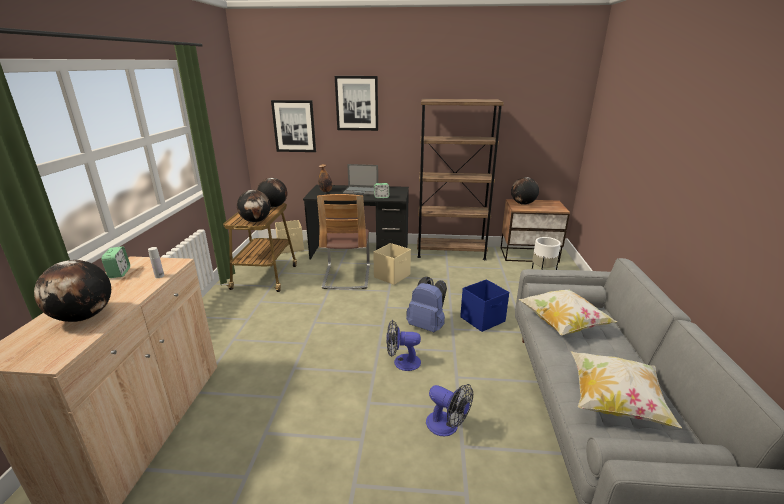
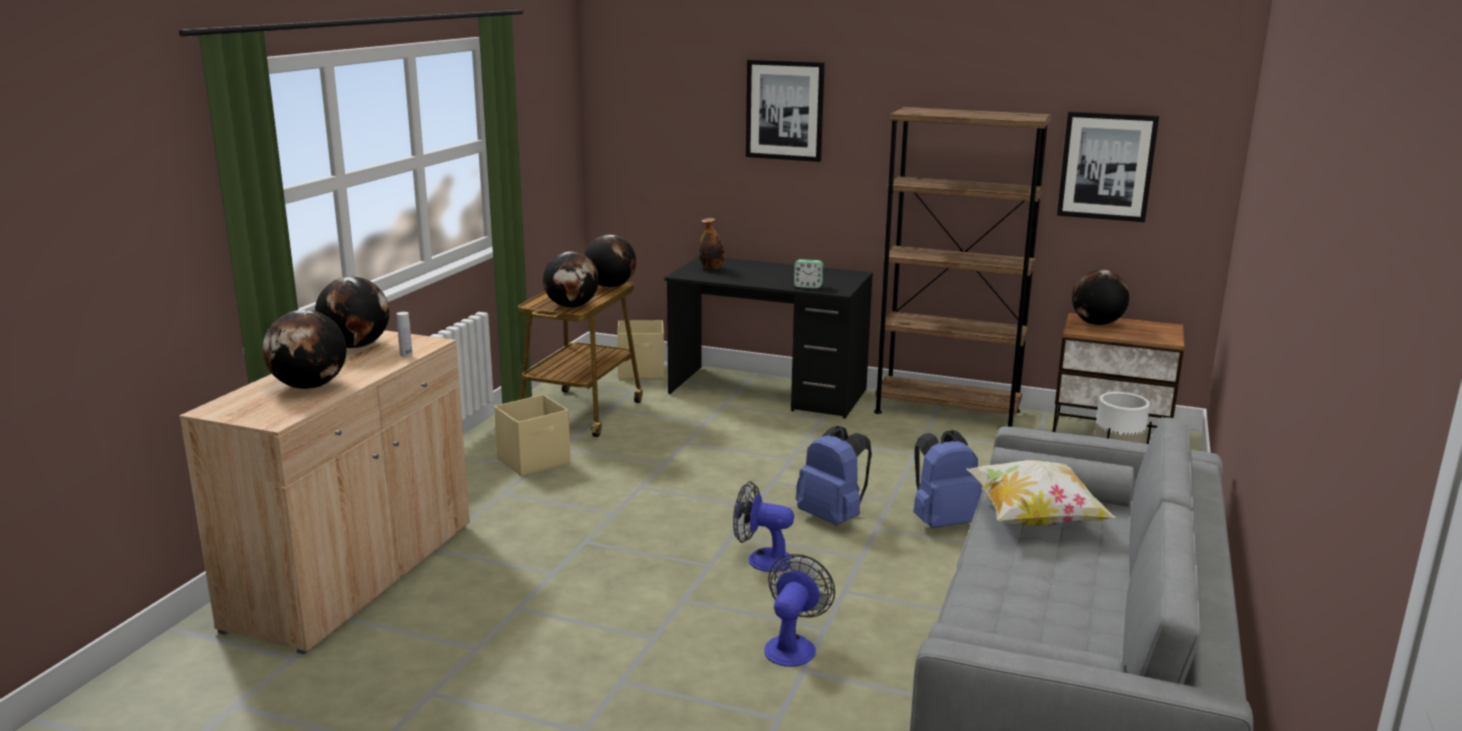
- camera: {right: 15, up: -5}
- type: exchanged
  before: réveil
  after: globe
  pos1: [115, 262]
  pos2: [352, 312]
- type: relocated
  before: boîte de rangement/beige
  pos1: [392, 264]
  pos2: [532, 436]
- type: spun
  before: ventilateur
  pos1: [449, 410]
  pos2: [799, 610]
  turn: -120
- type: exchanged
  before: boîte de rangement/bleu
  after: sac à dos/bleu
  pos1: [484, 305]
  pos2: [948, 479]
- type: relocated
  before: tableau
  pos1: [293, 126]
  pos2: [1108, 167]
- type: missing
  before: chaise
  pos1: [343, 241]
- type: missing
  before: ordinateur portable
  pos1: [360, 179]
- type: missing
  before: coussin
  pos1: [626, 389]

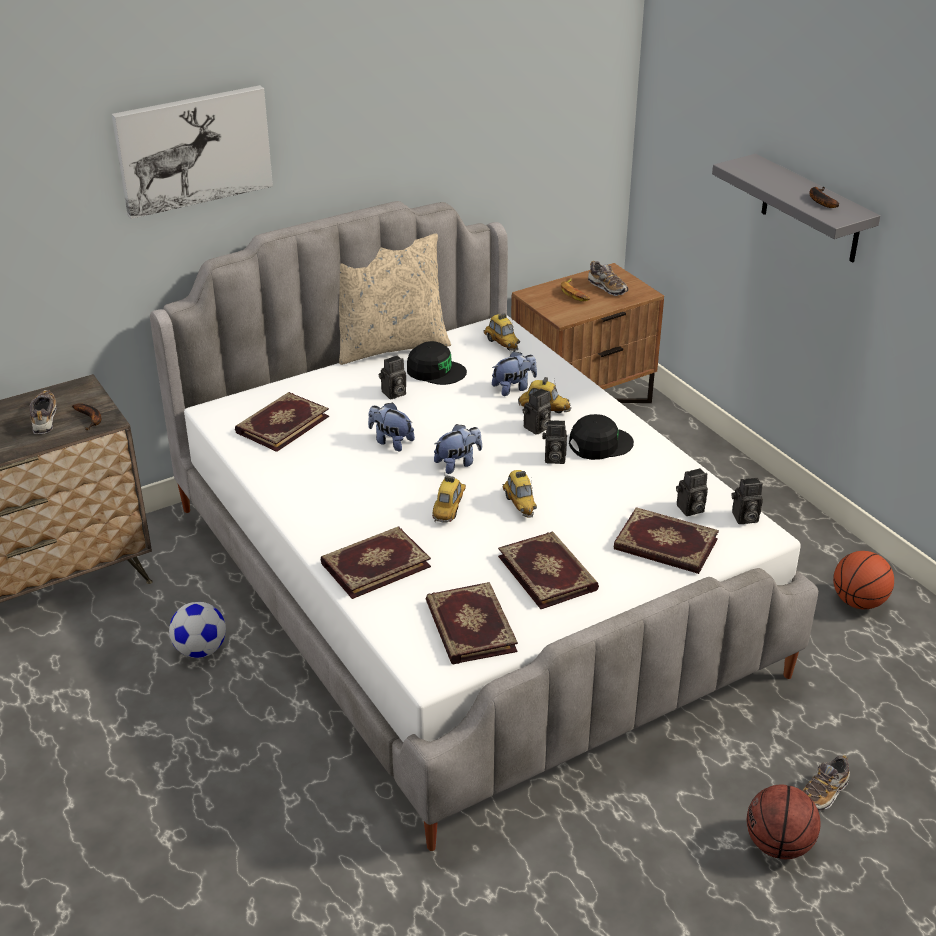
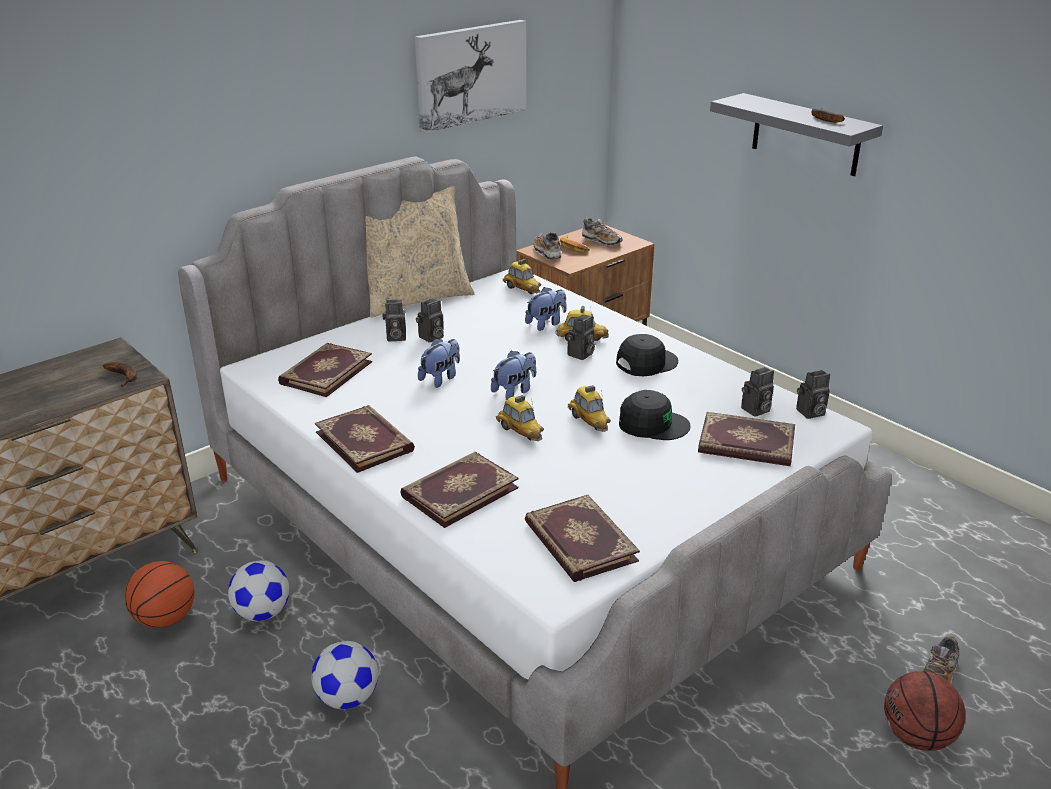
- camera: {right: -10, up: -5}
- type: relocated
  before: ballon de basket
  pos1: [863, 580]
  pos2: [160, 594]
- type: appeared
  after: ballon de foot
  pos2: [344, 675]
- type: relocated
  before: livre
  pos1: [548, 570]
  pos2: [365, 439]
- type: relocated
  before: appareil photo
  pos1: [554, 442]
  pos2: [394, 320]
- type: relocated
  before: tableau
  pos1: [192, 152]
  pos2: [470, 76]
- type: spun
  before: peluche
  pos1: [391, 427]
  pos2: [439, 363]
  turn: 105
- type: spun
  before: petite voiture
  pos1: [449, 499]
  pos2: [520, 418]
  turn: 135
- type: relocated
  before: chaussure
  pos1: [43, 412]
  pos2: [547, 246]
- type: relocated
  before: casquette/noir
  pos1: [437, 363]
  pos2: [655, 415]

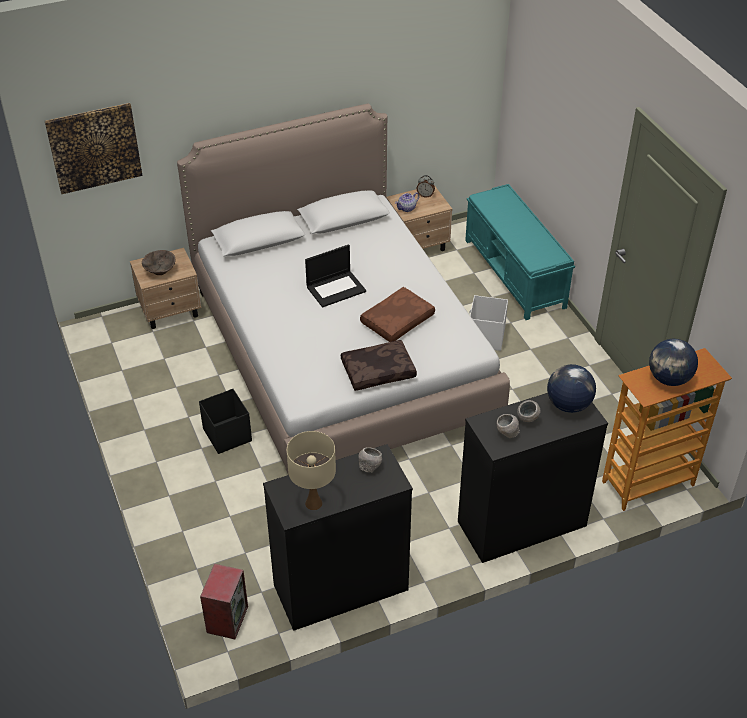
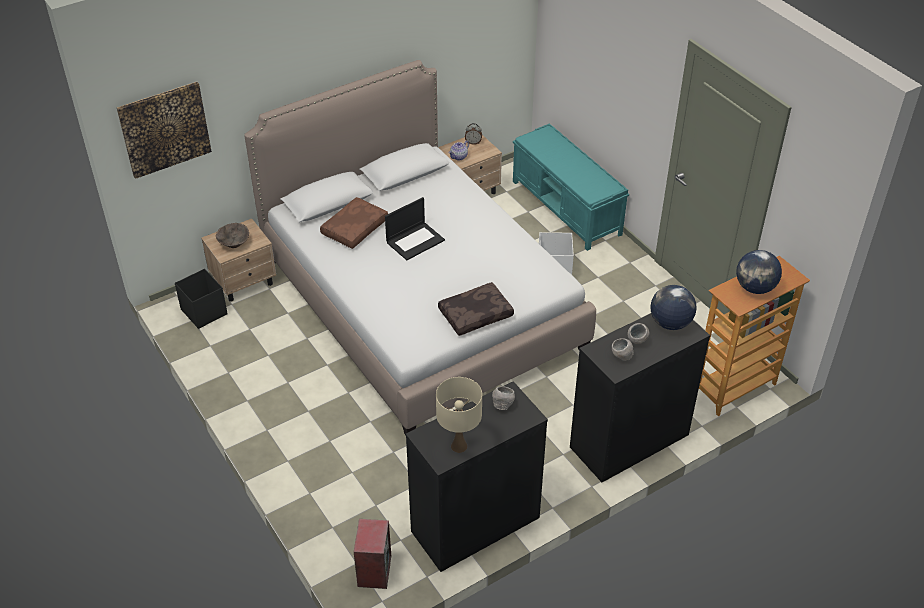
- camera: {right: -10, up: 0}
- type: relocated
  before: boîte de rangement/noir
  pos1: [225, 421]
  pos2: [201, 299]
- type: relocated
  before: coussin/marron
  pos1: [397, 314]
  pos2: [354, 223]

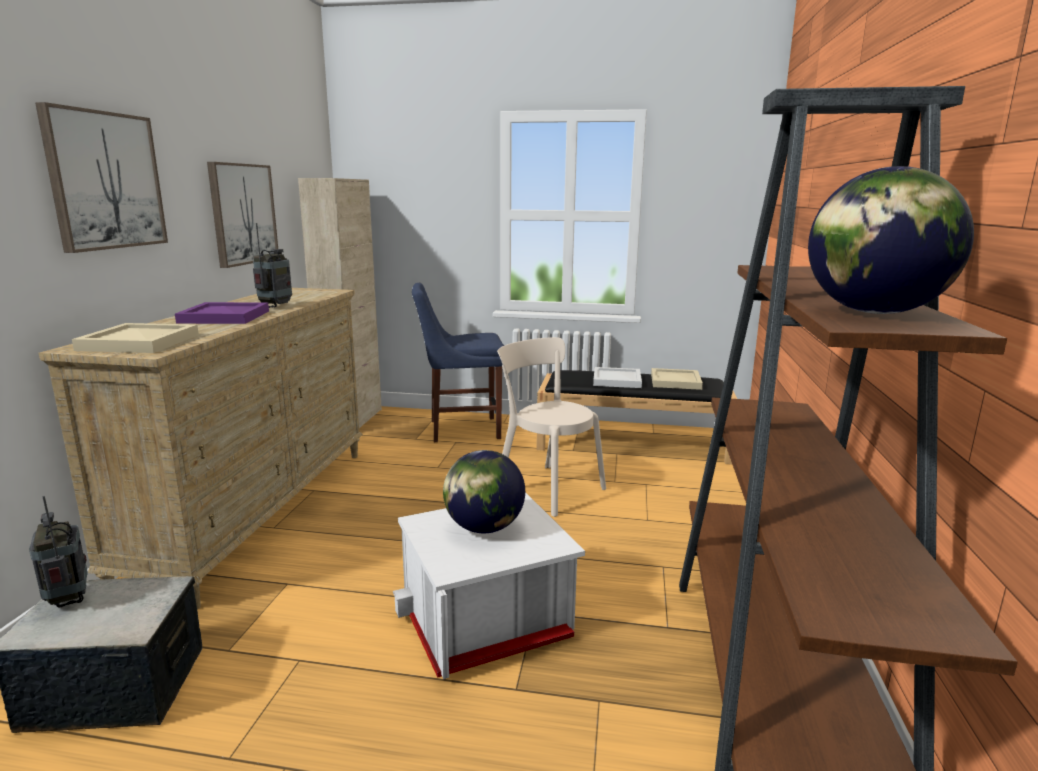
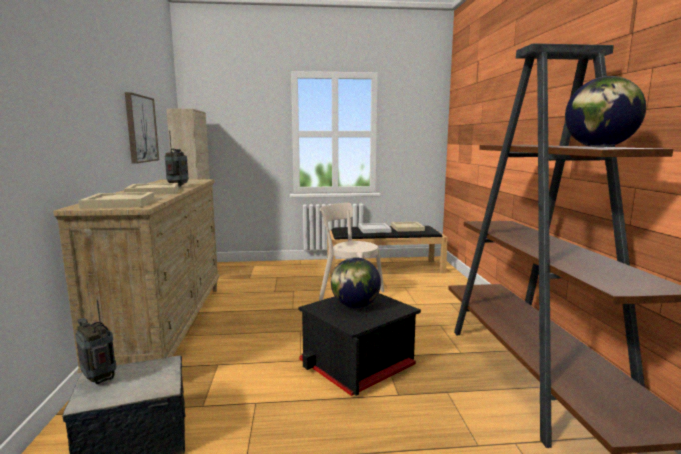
- camera: {right: -15, up: -5}
- type: colour
  before: plateau/violet
  after: plateau/beige
  pos1: [222, 313]
  pos2: [151, 189]
- type: colour
  before: boîte de rangement/blanc
  after: boîte de rangement/noir
  pos1: [489, 586]
  pos2: [360, 344]
- type: missing
  before: tableau
  pos1: [101, 177]
- type: missing
  before: chaise/bleu
  pos1: [458, 362]

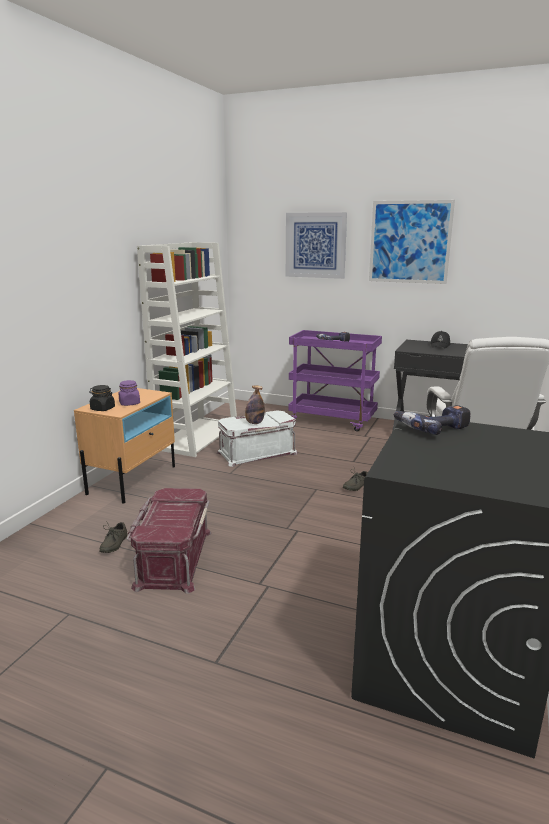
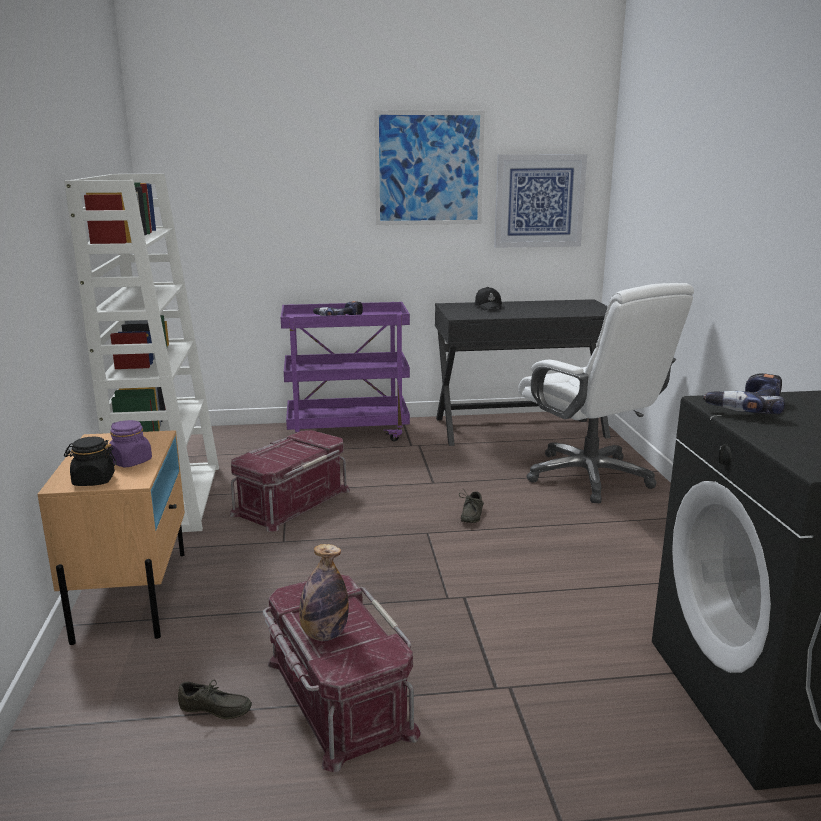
- camera: {right: -30, up: 0}
- type: spun
  before: chaussure/gris
  pos1: [113, 537]
  pos2: [215, 699]
  turn: -60
- type: colour
  before: boîte de rangement/blanc
  after: boîte de rangement/rouge
  pos1: [257, 438]
  pos2: [290, 481]
- type: relocated
  before: bouteille
  pos1: [255, 404]
  pos2: [324, 592]
- type: relocated
  before: tableau
  pos1: [316, 245]
  pos2: [540, 201]

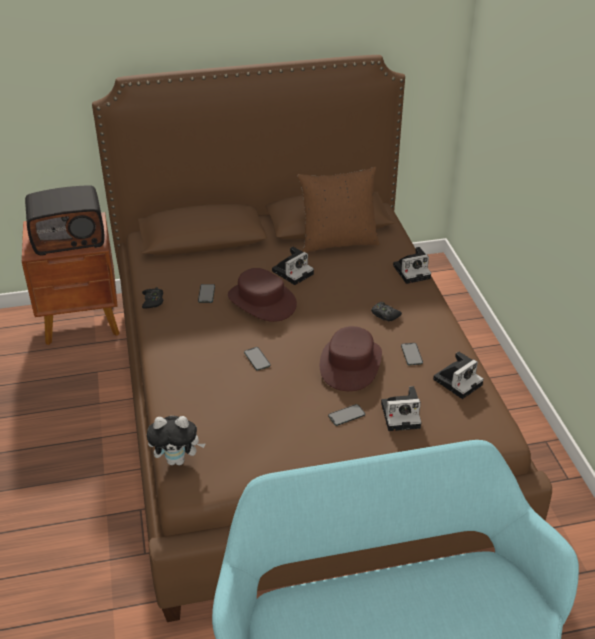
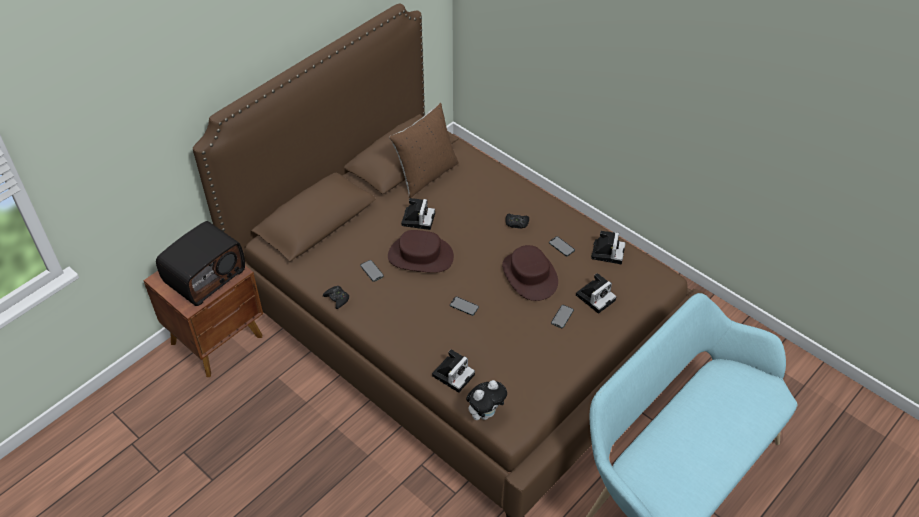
- camera: {right: -35, up: 10}
- type: relocated
  before: appareil photo
  pos1: [412, 265]
  pos2: [453, 371]

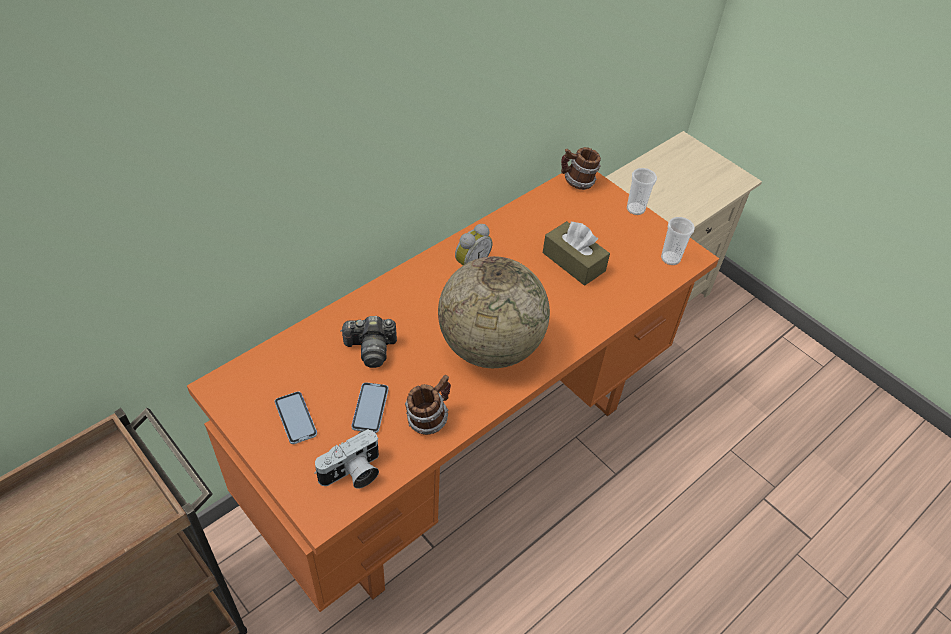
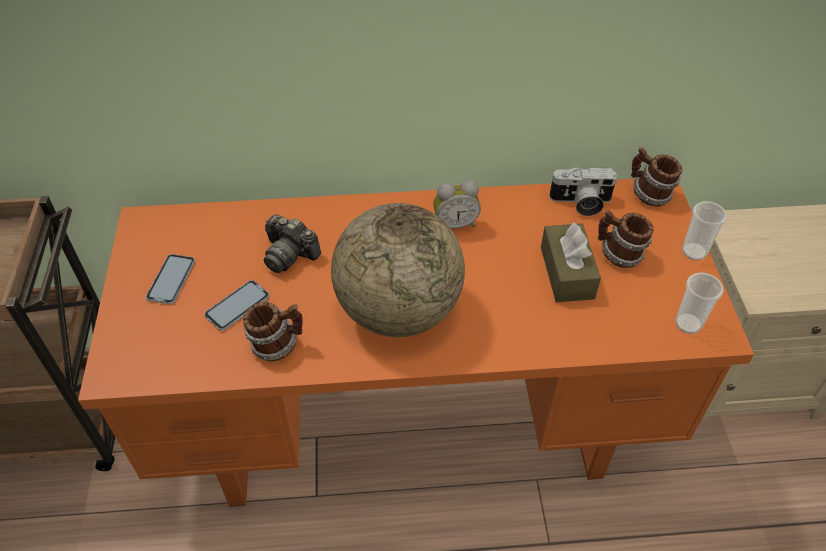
- camera: {right: 40, up: 0}
- type: relocated
  before: appareil photo
  pos1: [346, 459]
  pos2: [583, 191]
- type: appeared
  after: mug
  pos2: [625, 239]

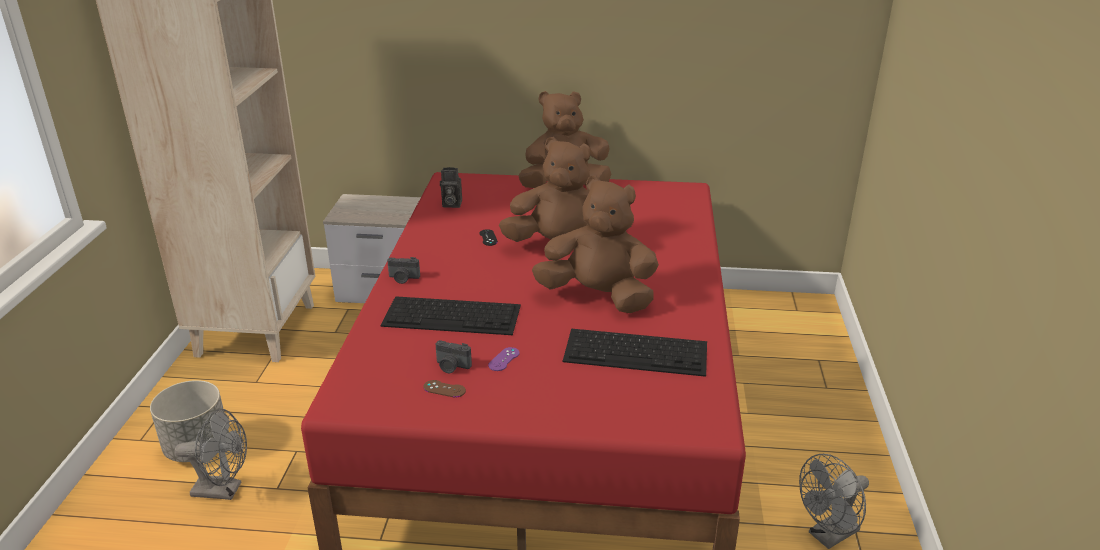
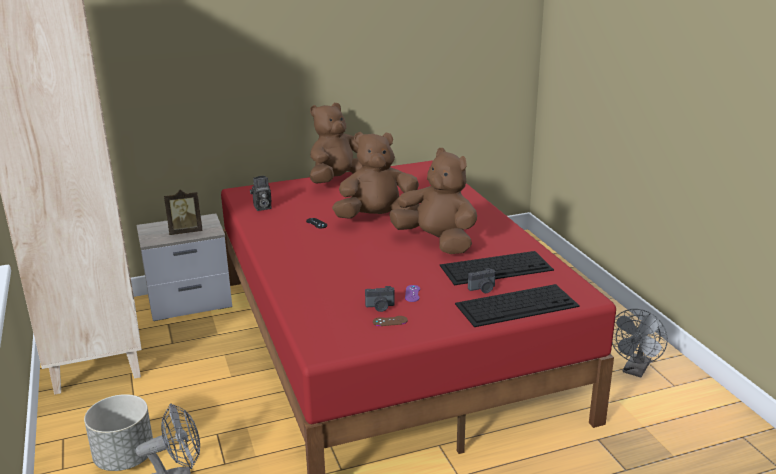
- camera: {right: -25, up: -5}
- type: appeared
  after: cadre photo
  pos2: [183, 212]
- type: spun
  before: peluche/marron
  pos1: [595, 244]
  pos2: [433, 201]
  turn: 45
- type: relocated
  before: clavier
  pos1: [451, 315]
  pos2: [517, 305]
- type: relocated
  before: appareil photo
  pos1: [403, 270]
  pos2: [481, 280]

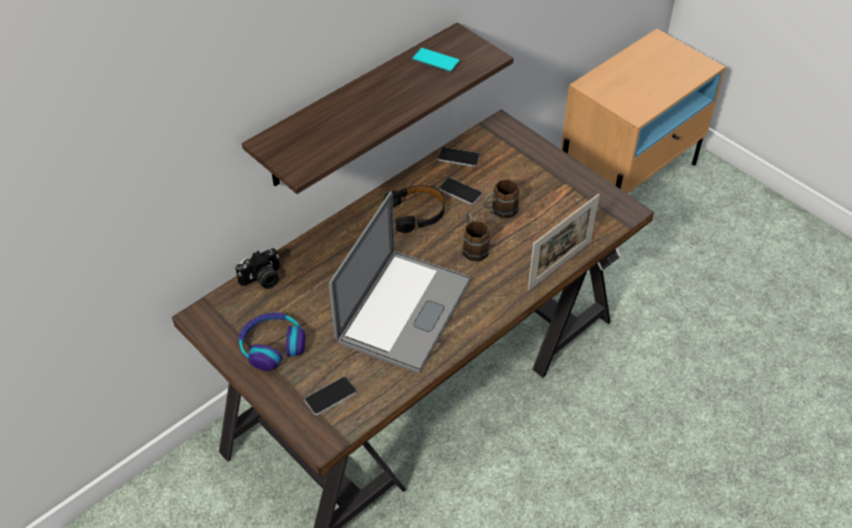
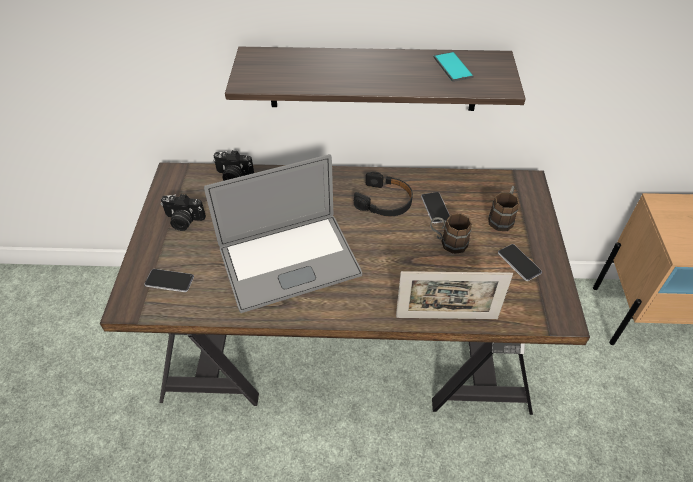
- camera: {right: 45, up: 0}
- type: exchanged
  before: casque audio
  after: appareil photo
  pos1: [271, 342]
  pos2: [183, 212]
- type: relocated
  before: mug/marron
  pos1: [476, 237]
  pos2: [503, 208]
- type: relocated
  before: téléphone
  pos1: [459, 157]
  pos2: [520, 262]

